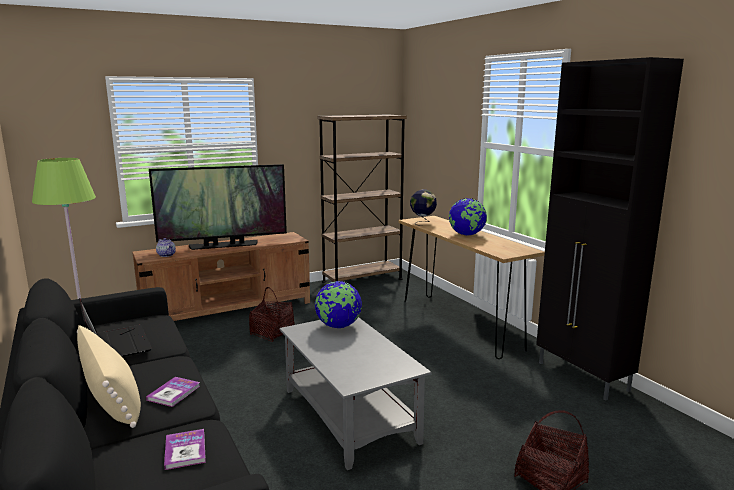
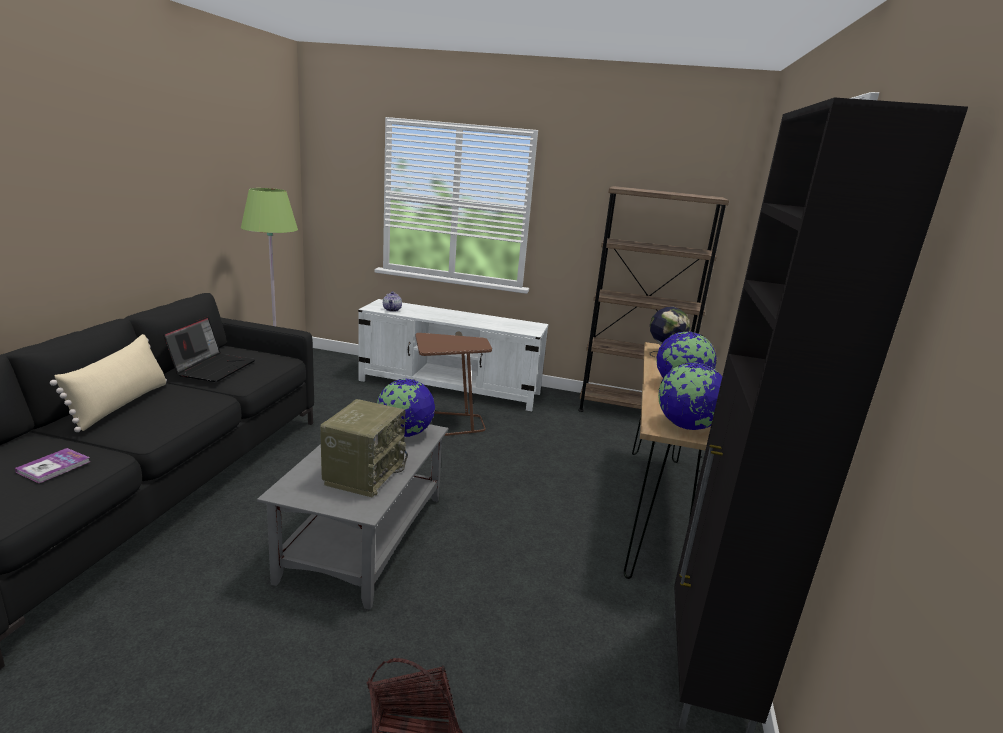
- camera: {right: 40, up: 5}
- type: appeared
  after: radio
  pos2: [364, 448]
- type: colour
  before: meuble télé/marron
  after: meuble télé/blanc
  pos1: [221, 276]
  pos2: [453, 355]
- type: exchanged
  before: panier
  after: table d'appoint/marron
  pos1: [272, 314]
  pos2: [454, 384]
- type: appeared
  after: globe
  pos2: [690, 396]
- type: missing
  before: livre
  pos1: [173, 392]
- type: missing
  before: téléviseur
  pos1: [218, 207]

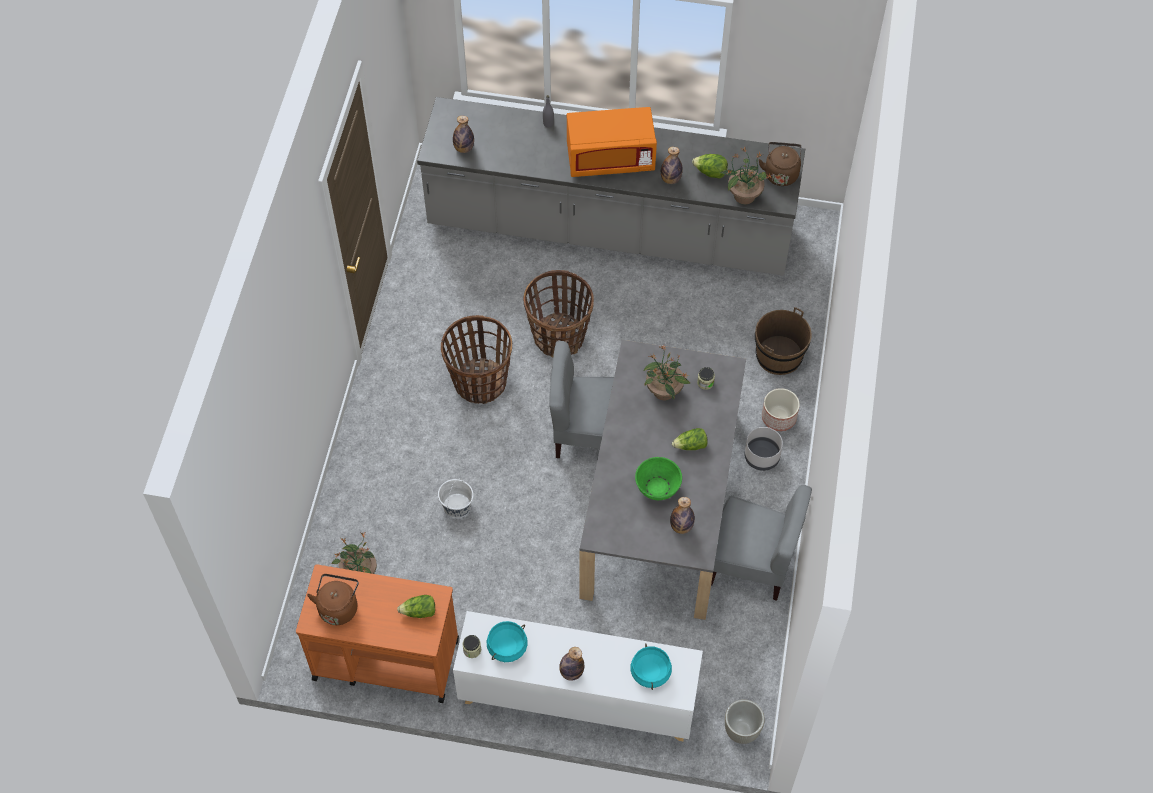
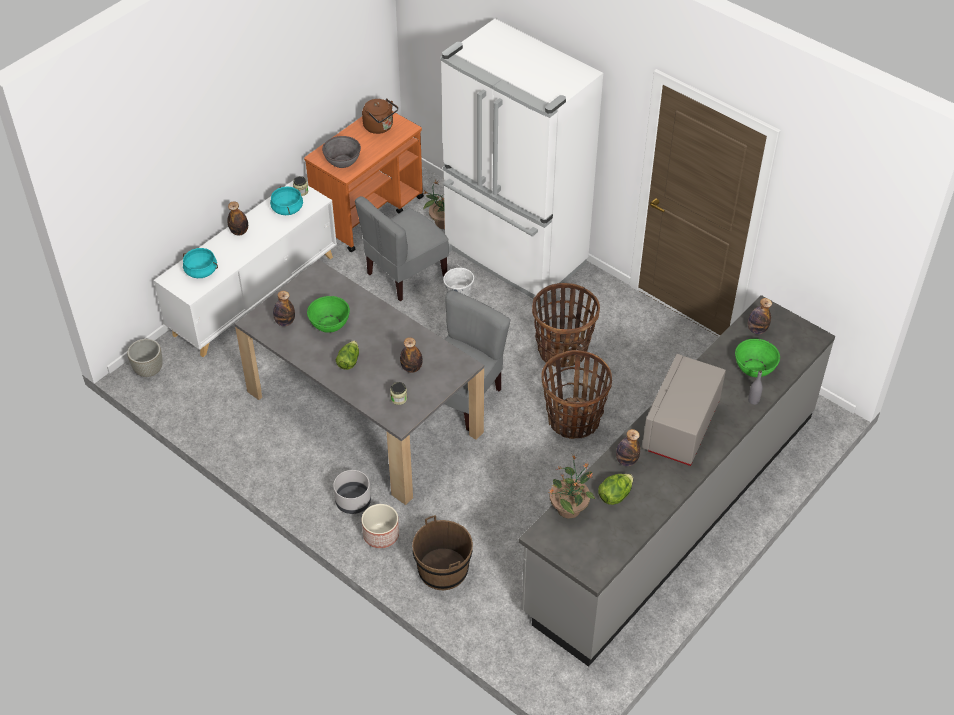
- camera: {right: 120, up: -10}
- type: exchanged
  before: laitue
  after: bol/gris
  pos1: [416, 606]
  pos2: [341, 152]
- type: relocated
  before: chaise/gris
  pos1: [761, 543]
  pos2: [402, 248]
- type: exchanged
  before: plante en pot
  after: bouteille
  pos1: [667, 372]
  pos2: [411, 355]
- type: appeared
  after: réfrigérateur/blanc
  pos2: [522, 162]
- type: colour
  before: micro-ondes/orange
  after: micro-ondes/gris
  pos1: [612, 142]
  pos2: [684, 410]
- type: appeared
  after: bol/vert
  pos2: [757, 358]
- type: missing
  before: bouilloire/marron
  pos1: [780, 164]

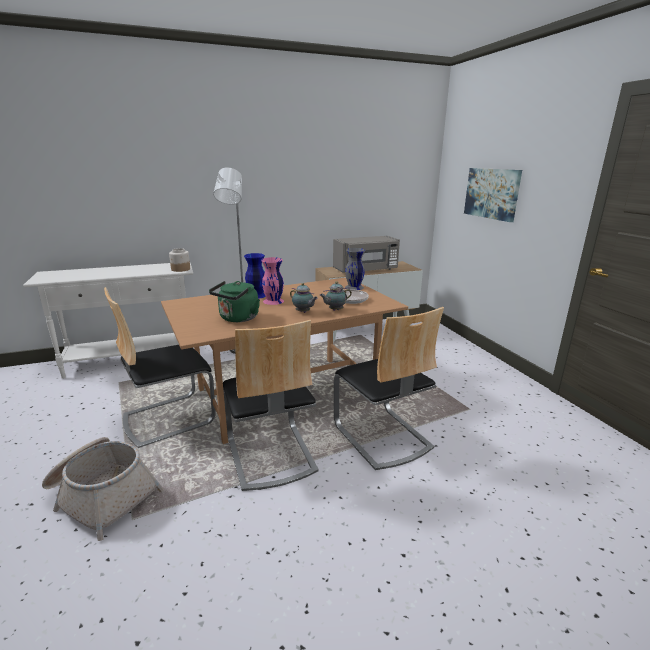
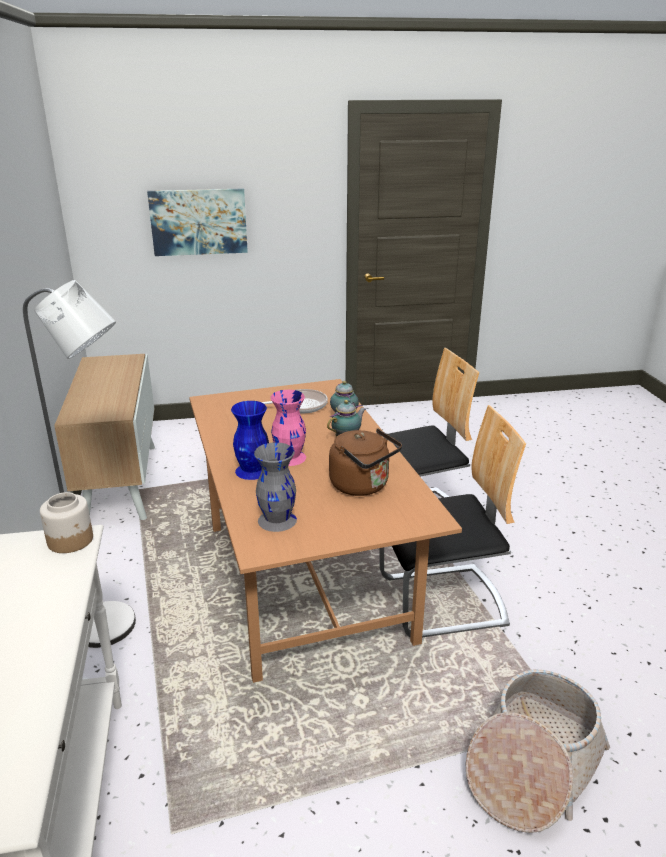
- camera: {right: -80, up: 5}
- type: relocated
  before: vase/gris
  pos1: [355, 269]
  pos2: [275, 487]
- type: colour
  before: bouilloire/vert
  after: bouilloire/marron
  pos1: [234, 301]
  pos2: [365, 462]
- type: missing
  before: chaise
  pos1: [160, 367]
- type: missing
  before: micro-ondes/gris
  pos1: [366, 254]

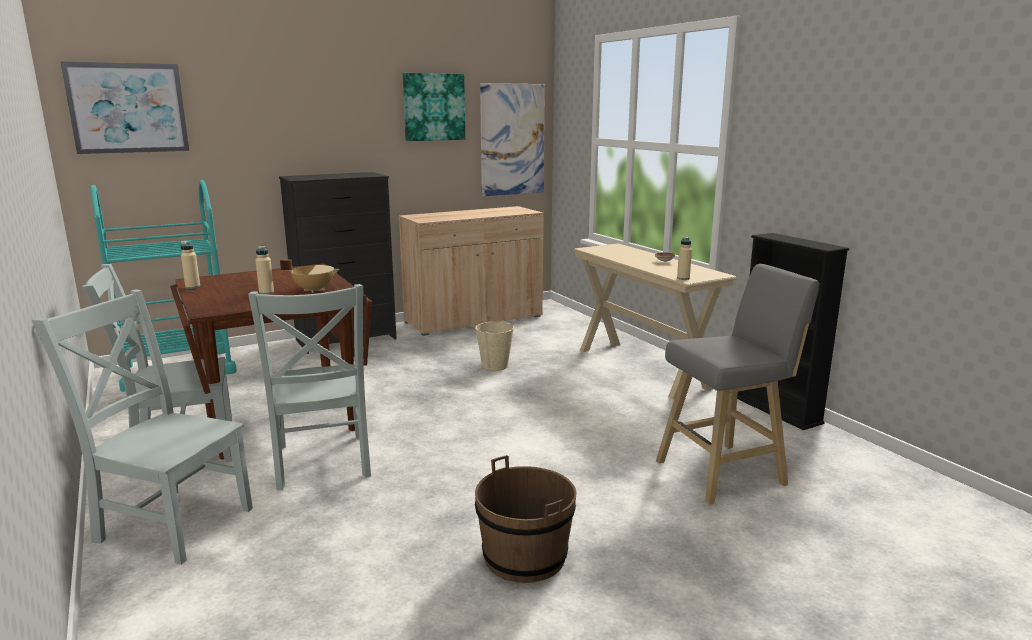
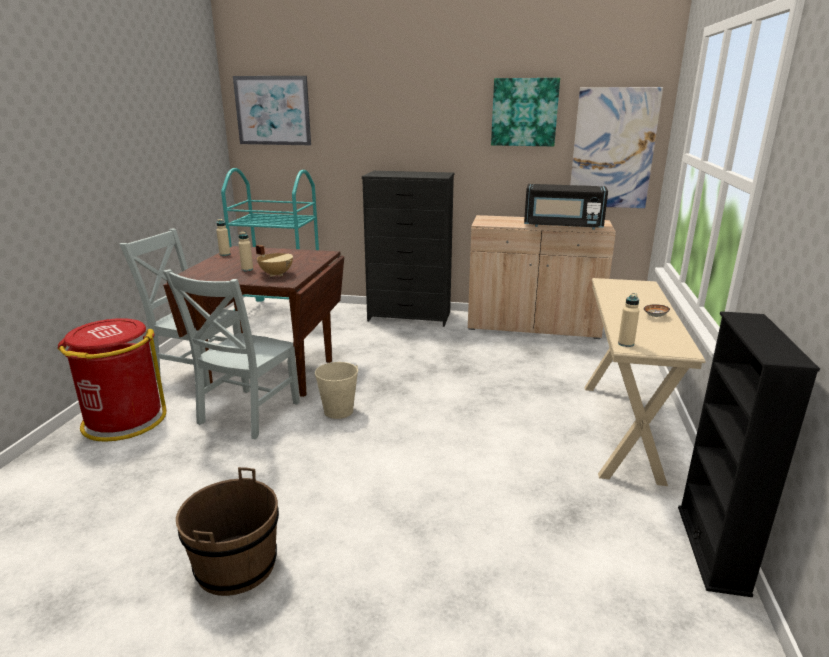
- camera: {right: 40, up: 5}
- type: exchanged
  before: chaise/gris
  after: poubelle/rouge
  pos1: [142, 427]
  pos2: [111, 380]
- type: relocated
  before: seau/beige
  pos1: [494, 345]
  pos2: [336, 390]
- type: appeared
  after: micro-ondes/noir
  pos2: [566, 207]
- type: missing
  before: tabouret/gris
  pos1: [737, 384]

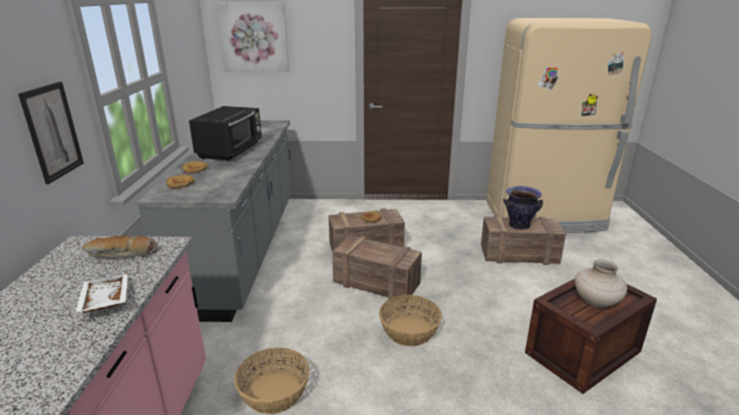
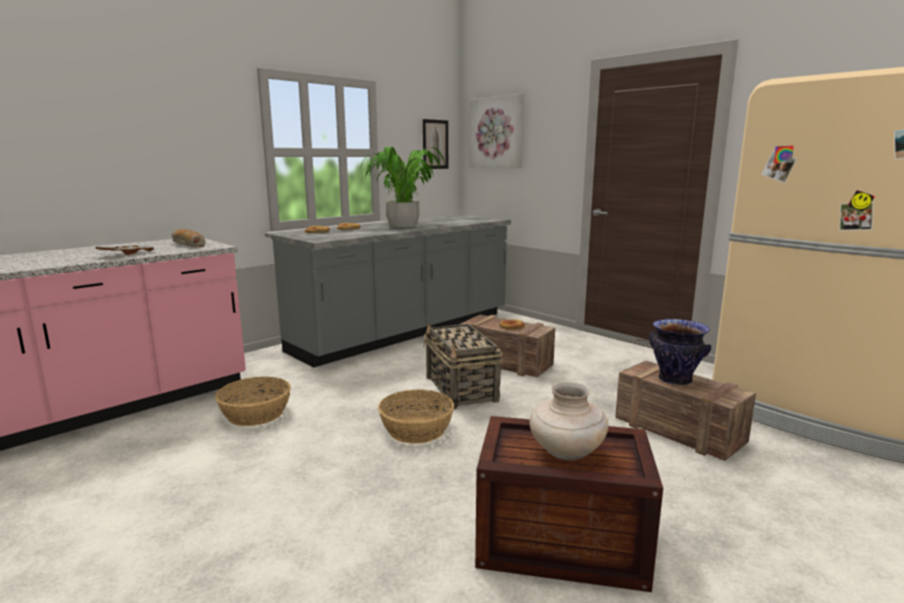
- camera: {right: 45, up: -10}
- type: exchanged
  before: micro-ondes/noir
  after: plante en pot
  pos1: [225, 133]
  pos2: [402, 187]
- type: relocated
  before: tableau
  pos1: [51, 133]
  pos2: [435, 144]
- type: exchanged
  before: caisse
  after: panier
  pos1: [377, 268]
  pos2: [462, 365]

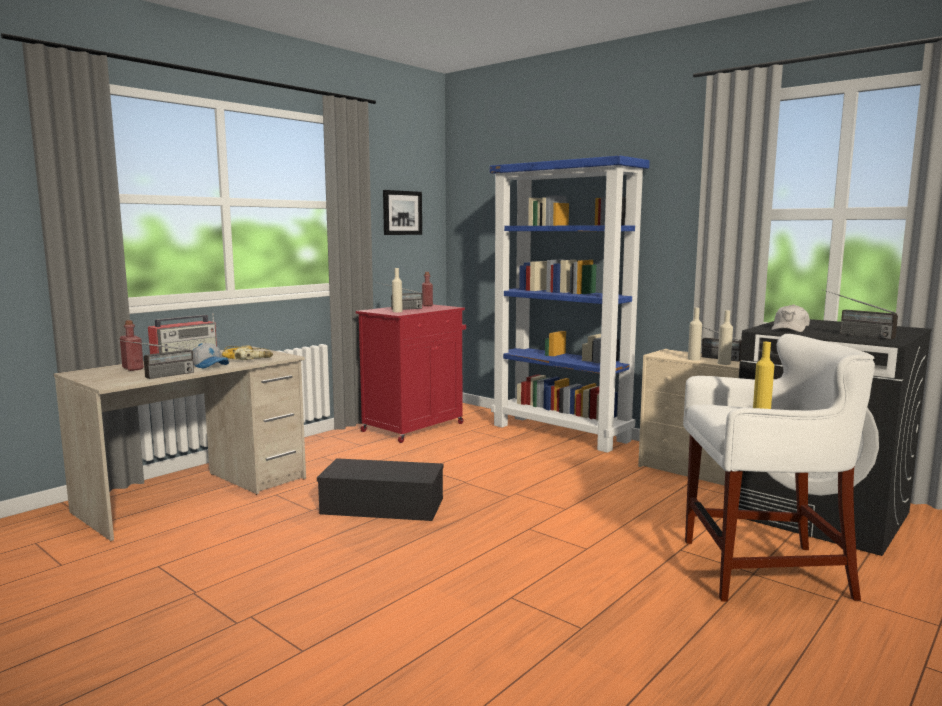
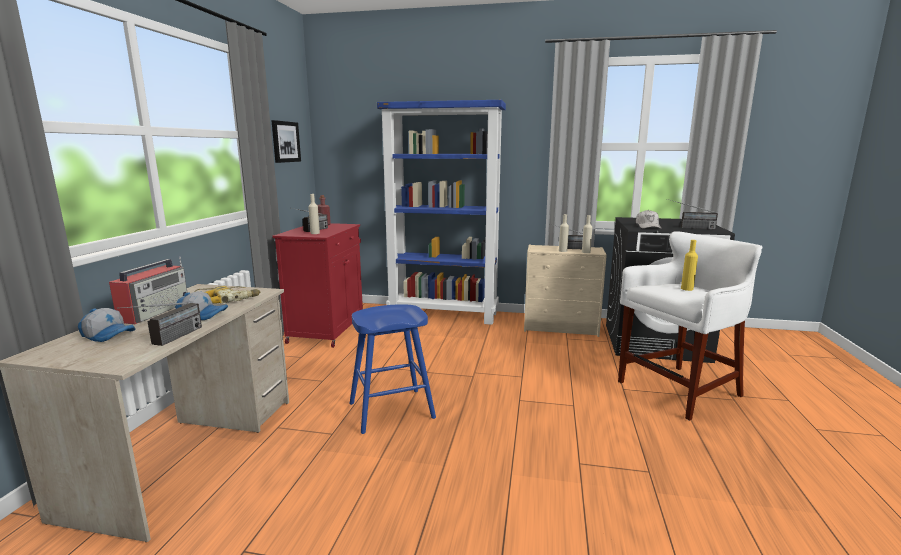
- camera: {right: -30, up: 5}
- type: exchanged
  before: bouteille/rouge
  after: casquette
  pos1: [132, 345]
  pos2: [106, 325]
- type: exchanged
  before: boîte de rangement/noir
  after: tabouret/bleu
  pos1: [380, 489]
  pos2: [393, 369]

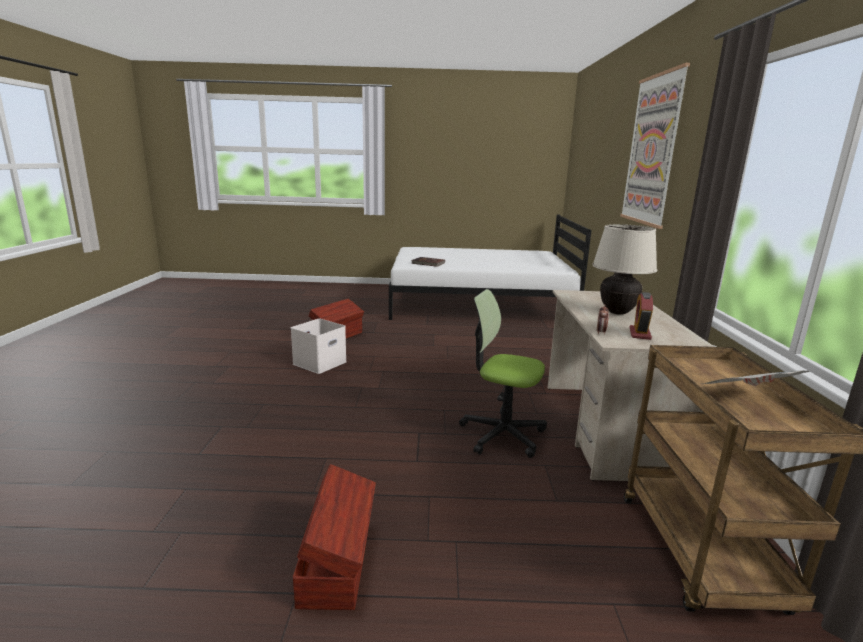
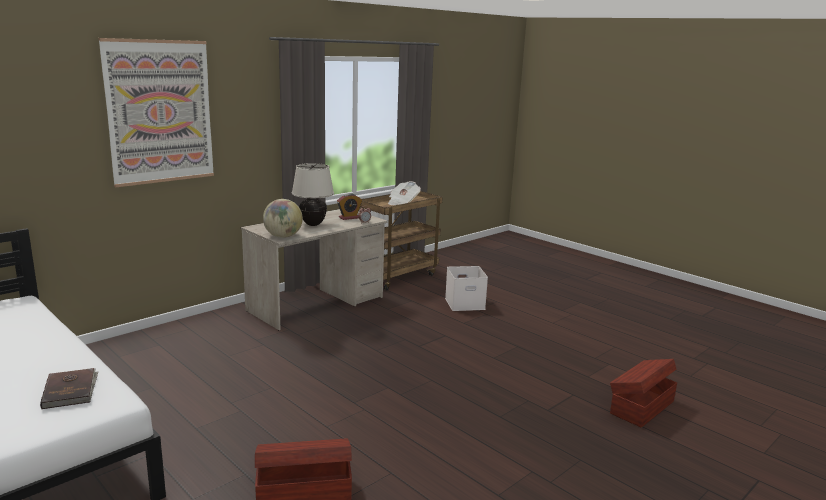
- camera: {right: -135, up: 0}
- type: appeared
  after: globe
  pos2: [283, 218]
- type: relocated
  before: boîte de rangement/blanc
  pos1: [319, 346]
  pos2: [466, 288]
- type: relocated
  before: boîte de rangement/marron
  pos1: [334, 537]
  pos2: [643, 393]
- type: missing
  before: chaise de bureau
  pos1: [503, 373]

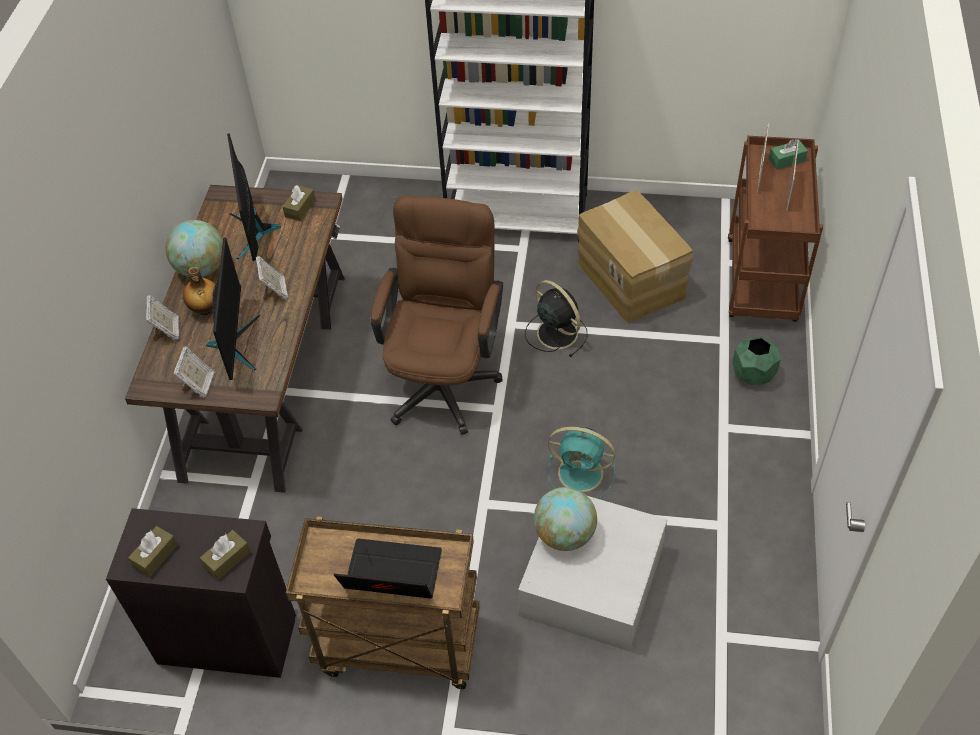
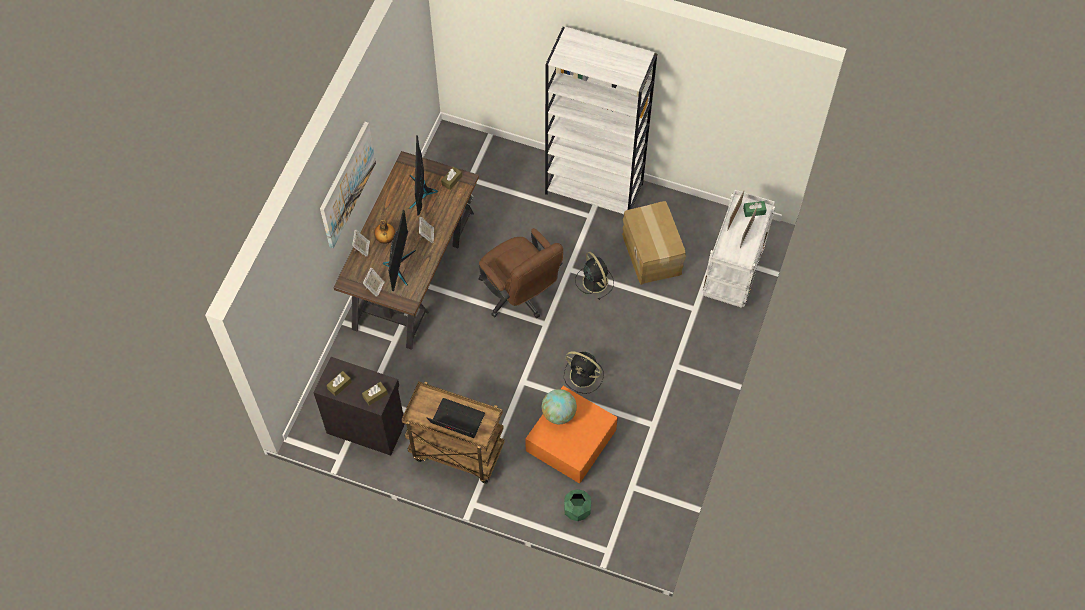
- camera: {right: 10, up: 10}
- type: appeared
  after: tableau
  pos2: [348, 185]
- type: spun
  before: chaise de bureau/marron
  pos1: [437, 315]
  pos2: [520, 273]
  turn: 120
- type: colour
  before: boîte de rangement/blanc
  after: boîte de rangement/orange
  pos1: [592, 569]
  pos2: [571, 435]
- type: colour
  before: ventilateur/turquoise
  after: ventilateur/noir
  pos1: [581, 463]
  pos2: [584, 372]
- type: relocated
  before: cache-pot/vert
  pos1: [756, 360]
  pos2: [577, 505]
- type: colour
  before: chariot/marron
  after: chariot/blanc
  pos1: [775, 229]
  pos2: [739, 249]
- type: missing
  before: globe
  pos1: [194, 248]

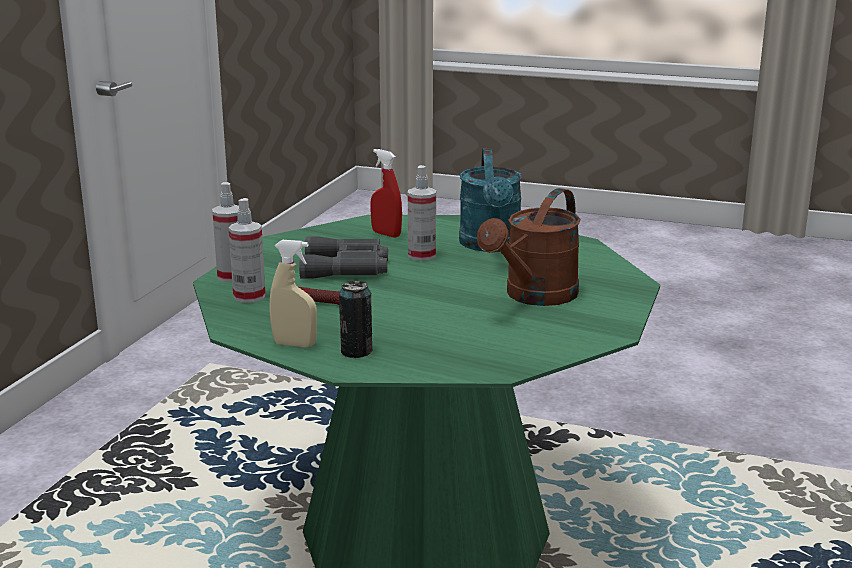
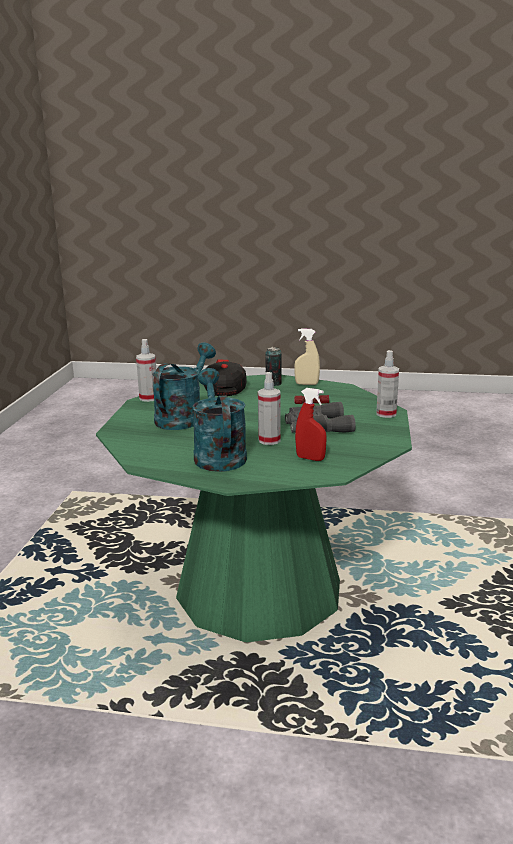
- camera: {right: 170, up: 0}
- type: relocated
  before: vaporisateur
  pos1: [247, 250]
  pos2: [146, 370]
- type: colour
  before: arrosoir/marron
  after: arrosoir/turquoise
  pos1: [529, 247]
  pos2: [184, 386]
- type: appeared
  after: casquette
  pos2: [225, 378]

